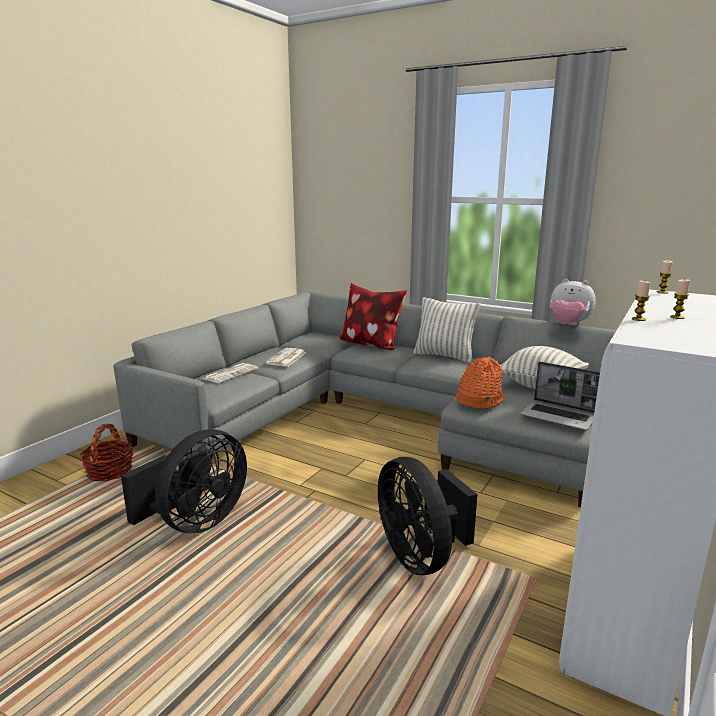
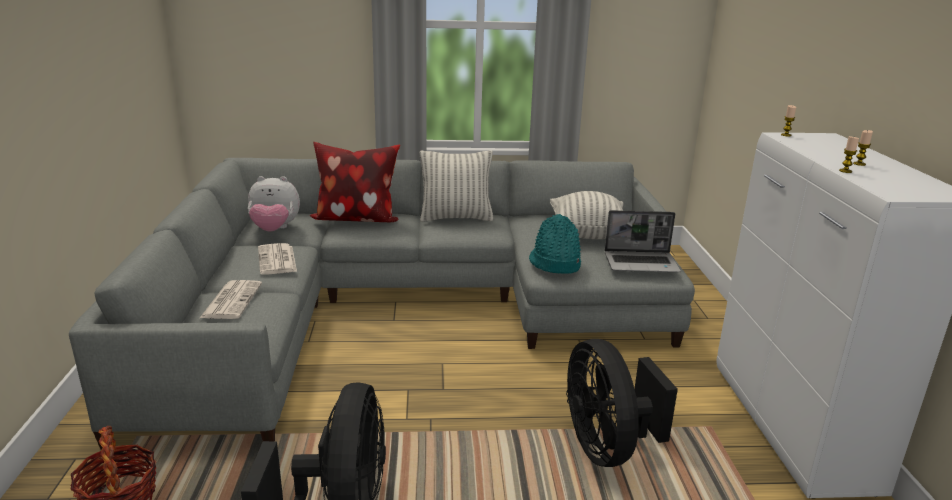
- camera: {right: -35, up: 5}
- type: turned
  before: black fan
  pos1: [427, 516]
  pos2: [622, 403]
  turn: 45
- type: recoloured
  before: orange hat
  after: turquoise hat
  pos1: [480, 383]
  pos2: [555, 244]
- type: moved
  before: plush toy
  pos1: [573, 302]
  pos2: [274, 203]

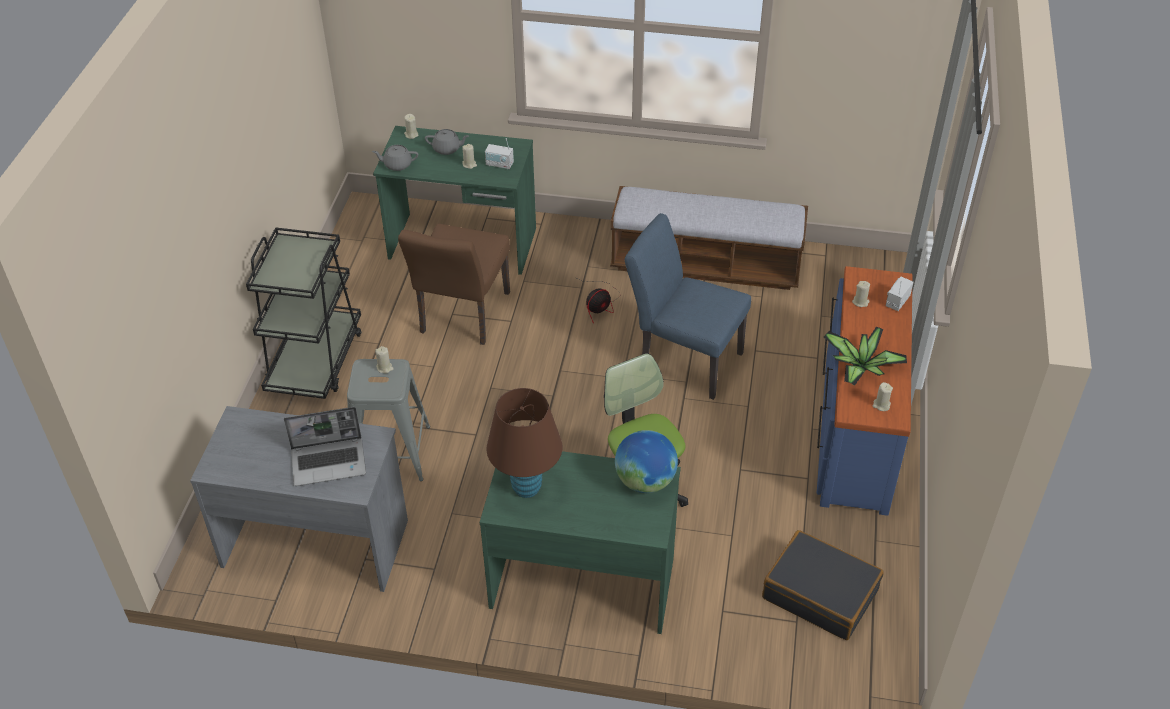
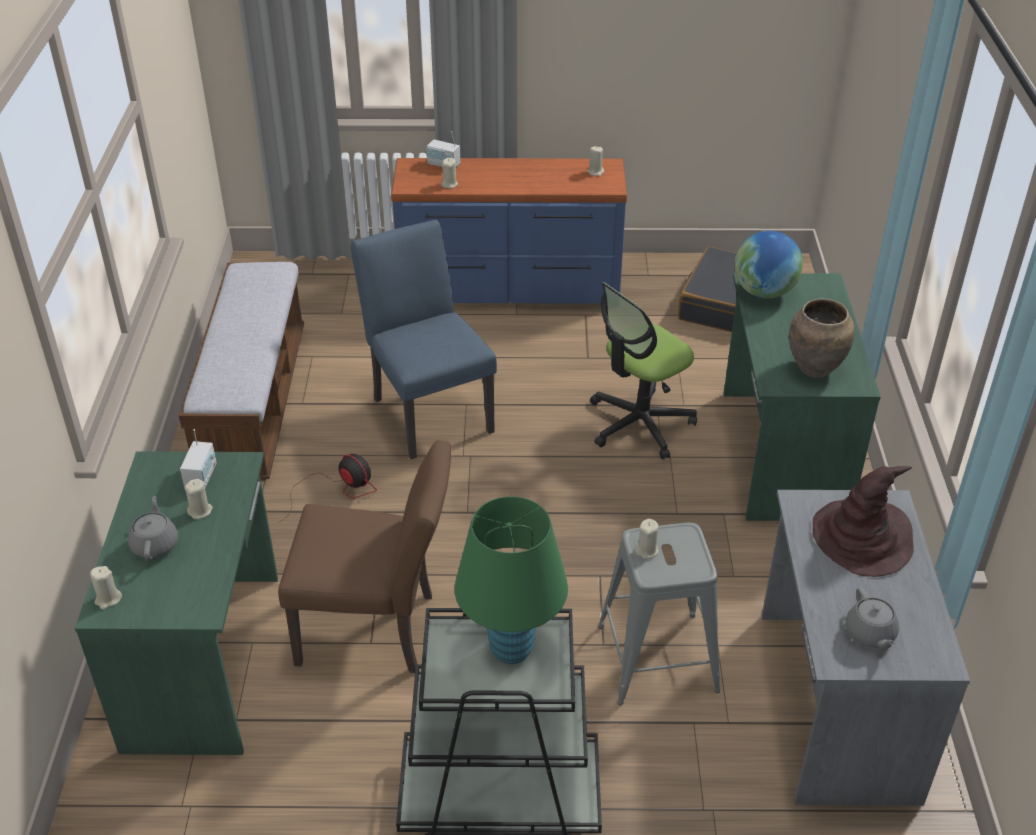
- camera: {right: -100, up: -5}
- type: replaced
  before: laptop
  after: brown hat
  pos1: [325, 446]
  pos2: [863, 521]
- type: moved
  before: grey teapot
  pos1: [395, 158]
  pos2: [872, 618]
- type: replaced
  before: brown table lamp
  after: brown vase
  pos1: [524, 443]
  pos2: [821, 338]
- type: turned
  before: blue chair
  pos1: [688, 306]
  pos2: [423, 339]
  turn: 135
- type: removed
  before: potted plant
  pos1: [865, 356]
- type: added
  after: green table lamp
  pos2: [511, 580]

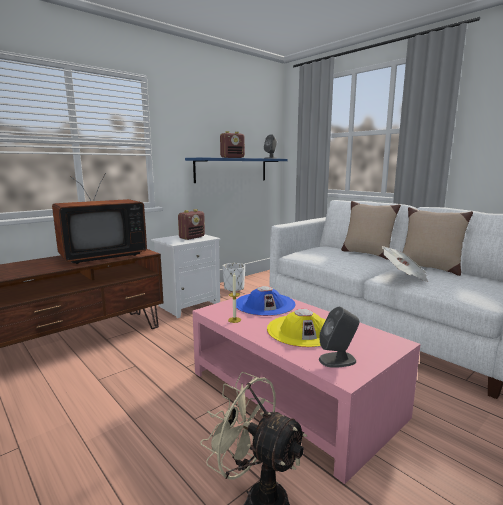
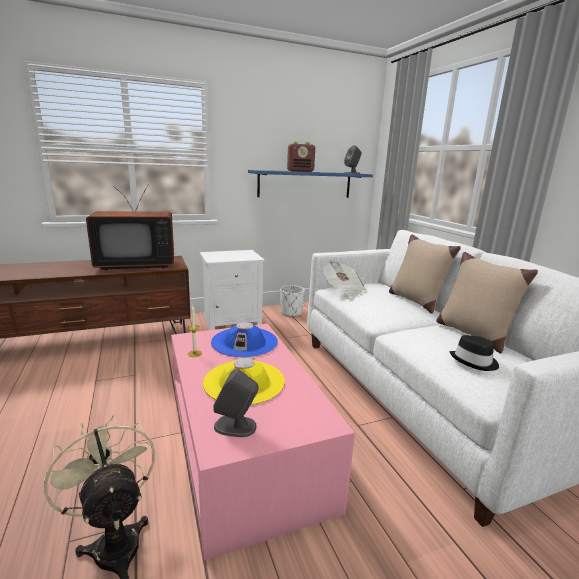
- camera: {right: 20, up: 5}
- type: removed
  before: radio
  pos1: [191, 224]
- type: moved
  before: newspaper
  pos1: [405, 264]
  pos2: [344, 279]
- type: added
  after: black hat
  pos2: [474, 353]

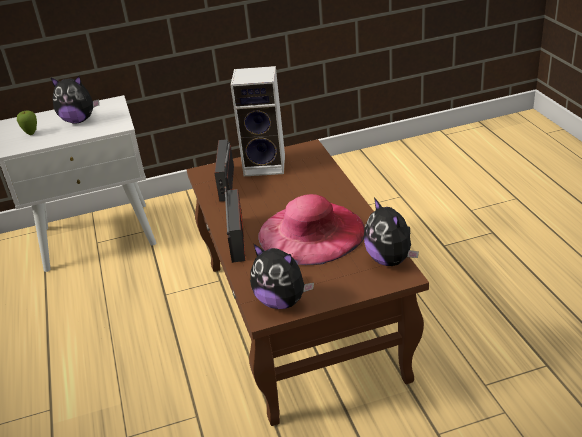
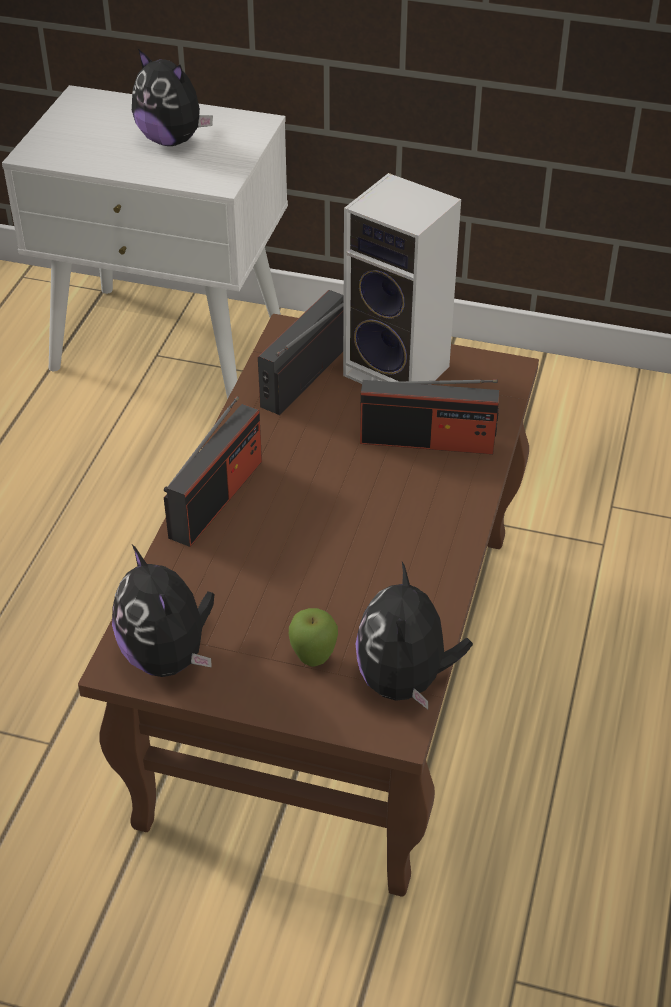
- camera: {right: 30, up: 10}
- type: moved
  before: apple
  pos1: [27, 122]
  pos2: [313, 637]
- type: removed
  before: pink hat
  pos1: [311, 229]
- type: added
  after: radio
  pos2: [429, 416]

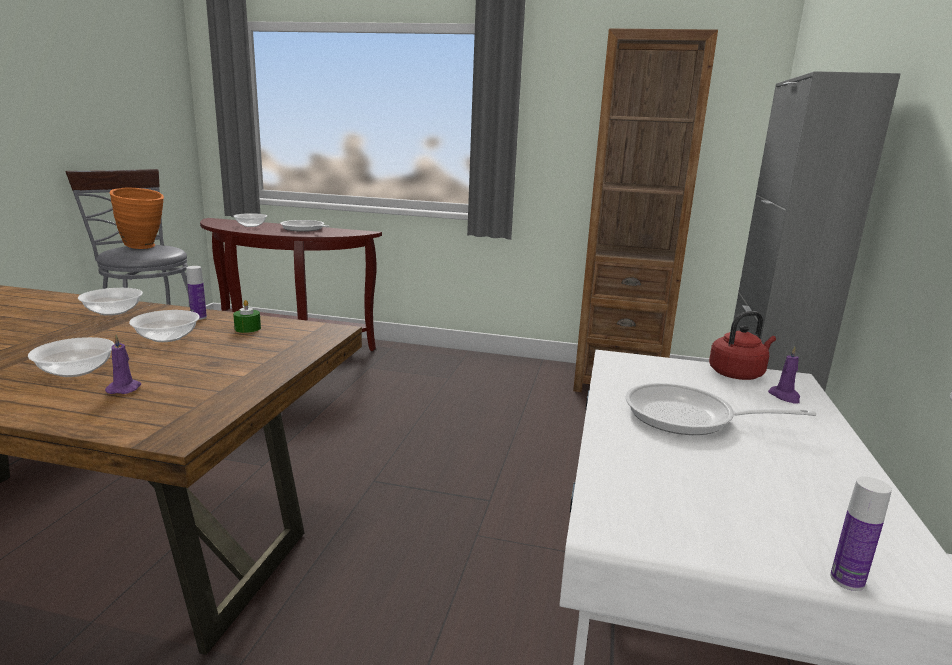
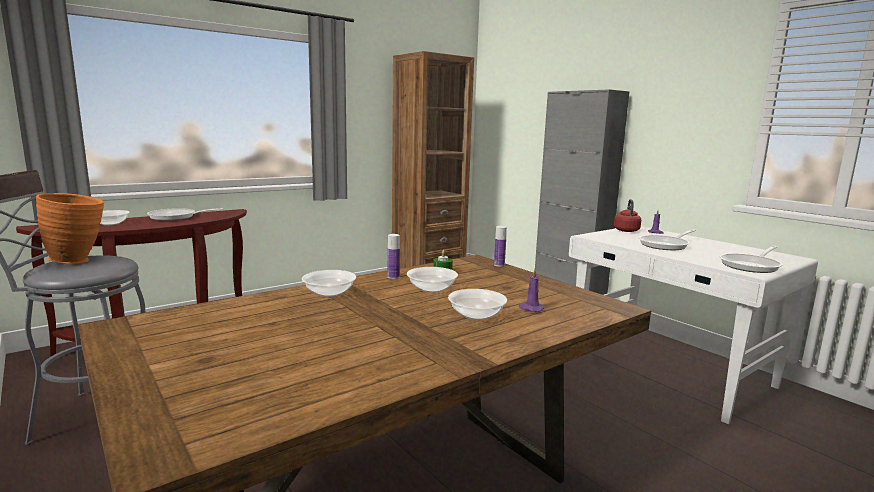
- camera: {right: -50, up: -5}
- type: moved
  before: bottle
  pos1: [861, 534]
  pos2: [500, 246]
- type: added
  after: frying pan
  pos2: [751, 259]

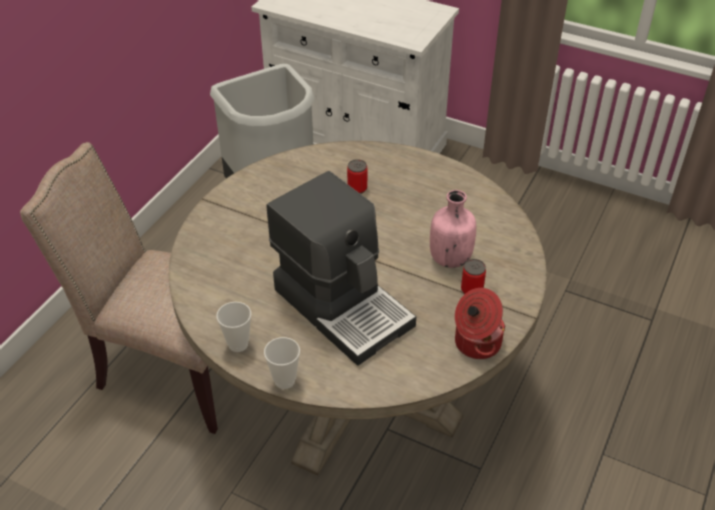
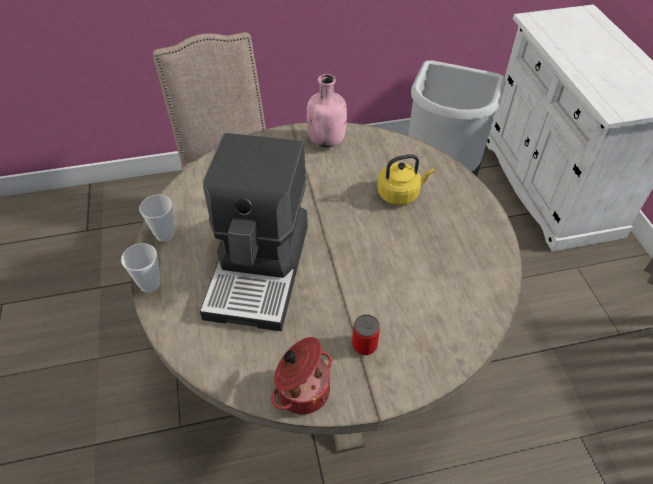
- camera: {right: 50, up: 5}
- type: replaced
  before: can
  after: yellow kettle
  pos1: [357, 176]
  pos2: [406, 179]
- type: moved
  before: pink bottle
  pos1: [453, 229]
  pos2: [327, 111]

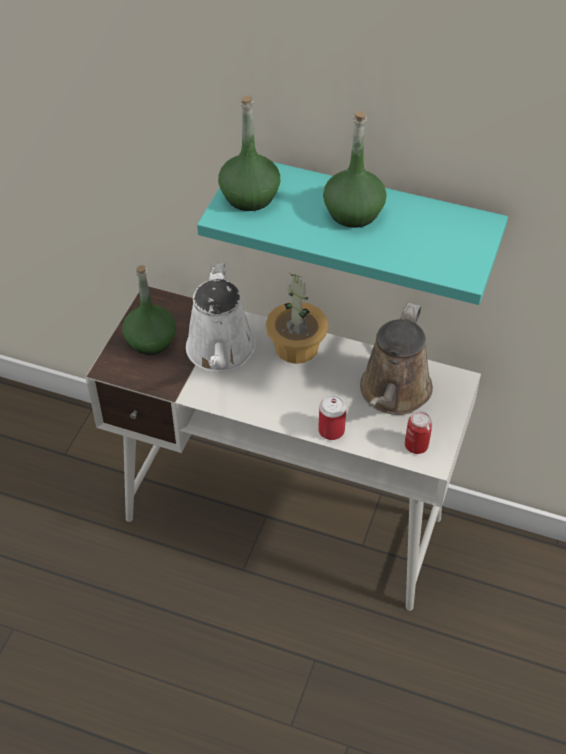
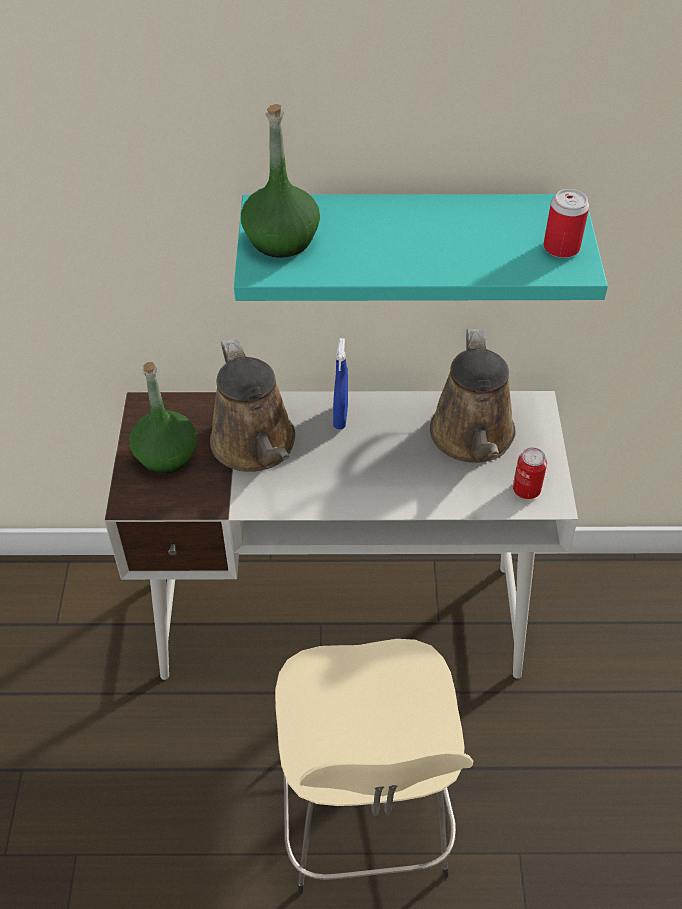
- camera: {right: -20, up: 0}
- type: recoloured
  before: white watering can
  after: brown watering can
  pos1: [221, 317]
  pos2: [252, 405]
- type: replaced
  before: potted plant
  after: blue spray bottle
  pos1: [297, 318]
  pos2: [340, 383]
- type: moved
  before: can
  pos1: [332, 417]
  pos2: [566, 223]
- type: removed
  before: green bottle
  pos1: [355, 169]
- type: added
  after: beige stool
  pos2: [374, 767]

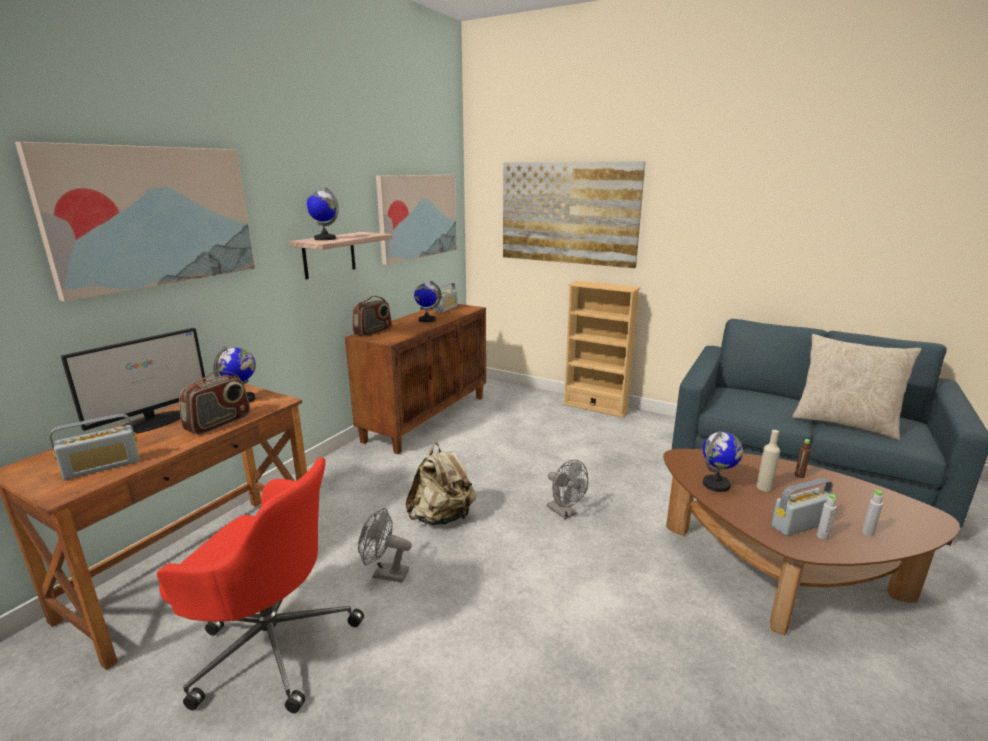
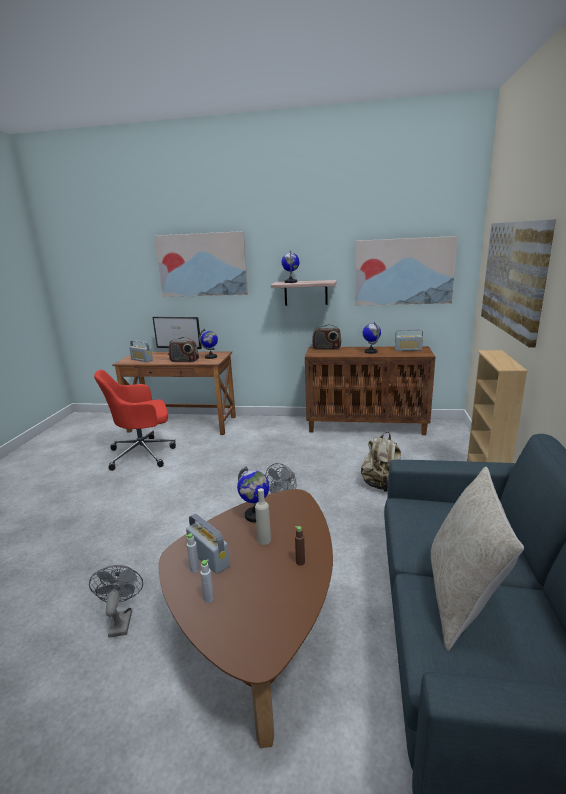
- camera: {right: 70, up: 0}
- type: turned
  before: red office chair
  pos1: [260, 585]
  pos2: [135, 420]
  turn: 75
- type: moved
  before: grey fan
  pos1: [385, 545]
  pos2: [116, 601]
- type: moved
  before: beige backpack
  pos1: [440, 484]
  pos2: [381, 462]

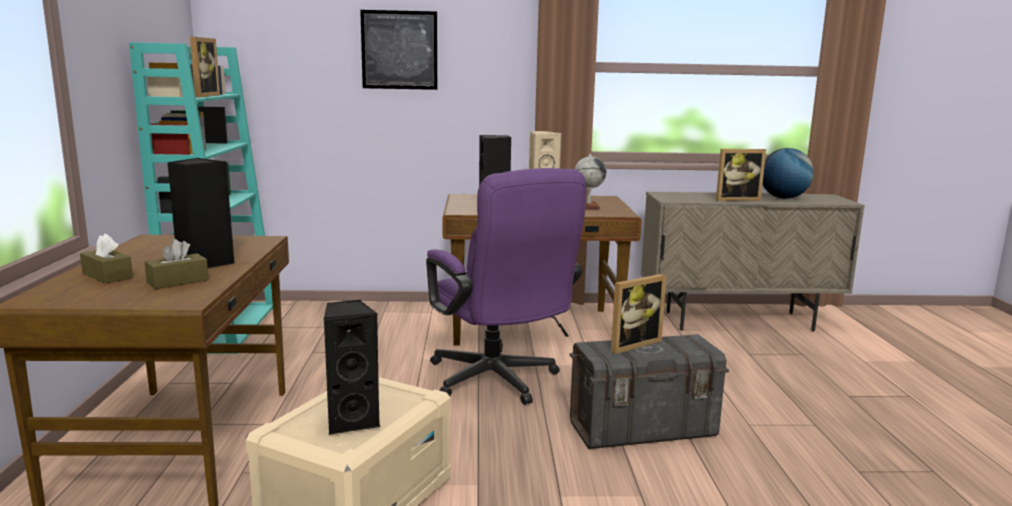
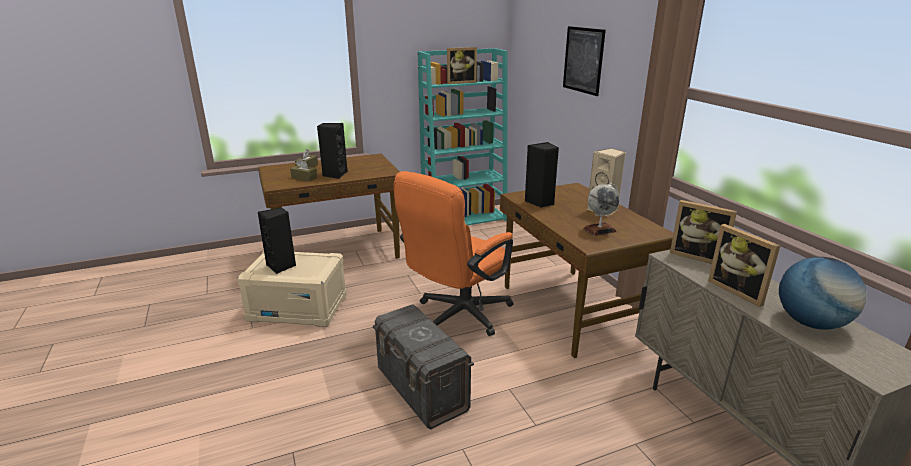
- camera: {right: 70, up: 10}
- type: recoloured
  before: purple office chair
  after: orange office chair
  pos1: [506, 286]
  pos2: [454, 253]
- type: moved
  before: picture frame
  pos1: [639, 314]
  pos2: [703, 232]

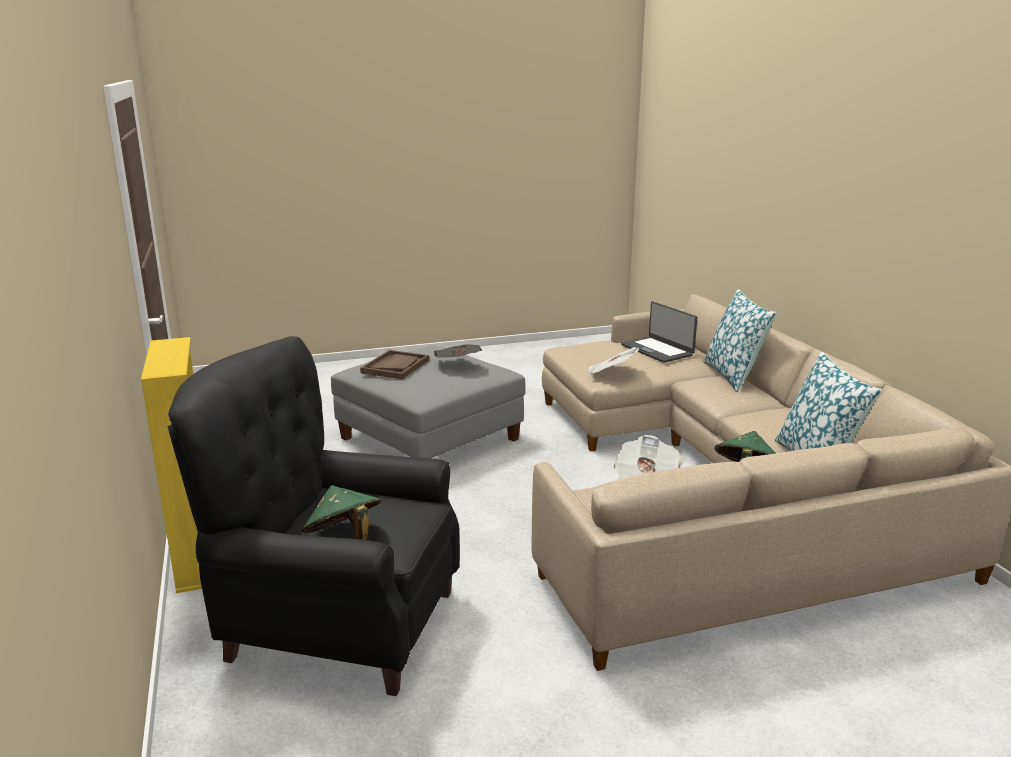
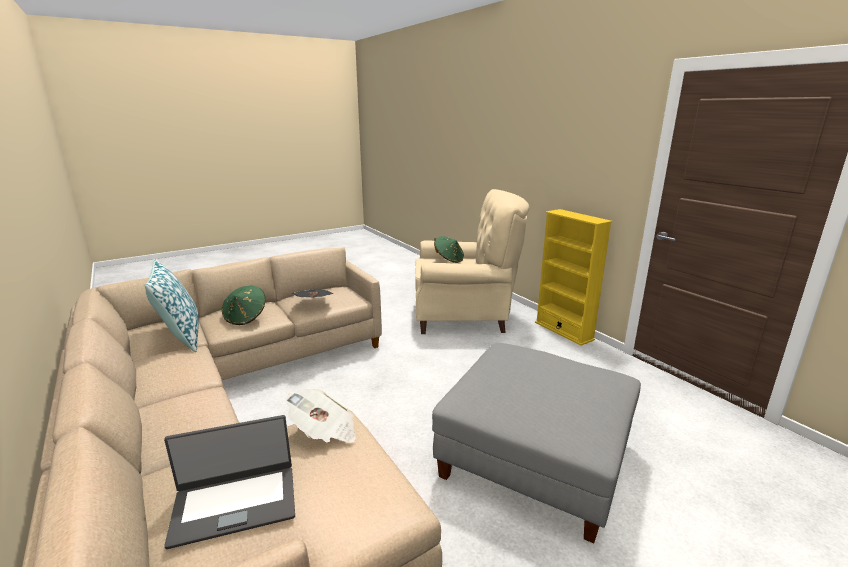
- camera: {right: 165, up: 0}
- type: recoloured
  before: black armchair
  after: beige armchair
  pos1: [314, 516]
  pos2: [472, 261]
- type: removed
  before: brown tray
  pos1: [394, 364]
- type: removed
  before: newspaper
  pos1: [457, 351]
- type: turned
  before: laptop
  pos1: [659, 332]
  pos2: [229, 482]
  turn: 120
- type: removed
  before: pillow
  pos1: [740, 340]

